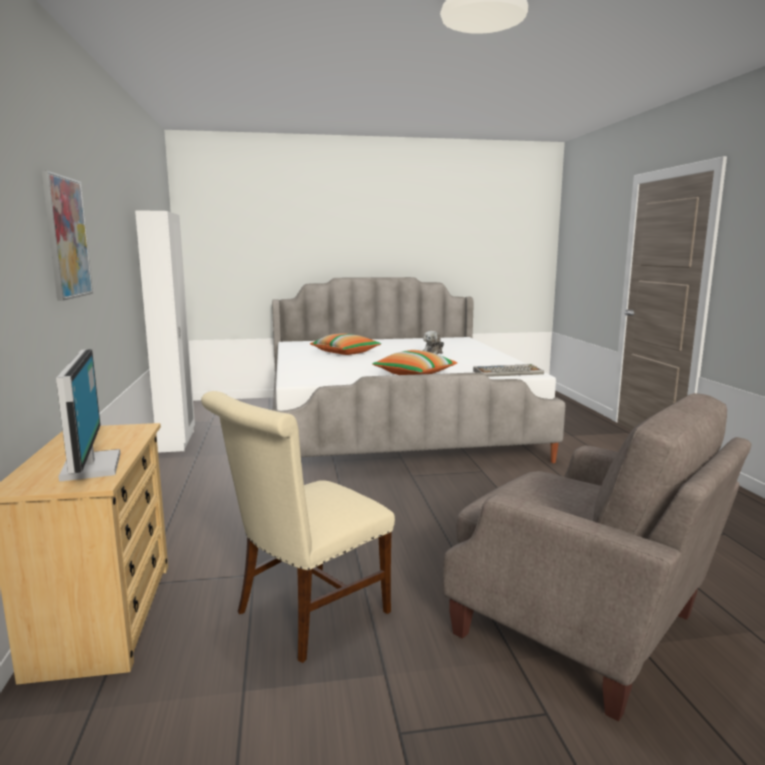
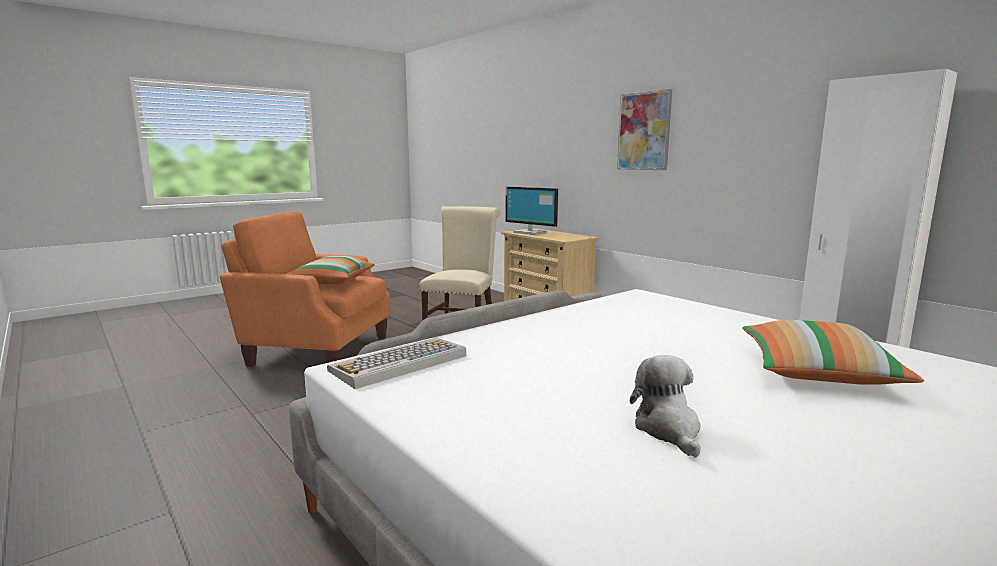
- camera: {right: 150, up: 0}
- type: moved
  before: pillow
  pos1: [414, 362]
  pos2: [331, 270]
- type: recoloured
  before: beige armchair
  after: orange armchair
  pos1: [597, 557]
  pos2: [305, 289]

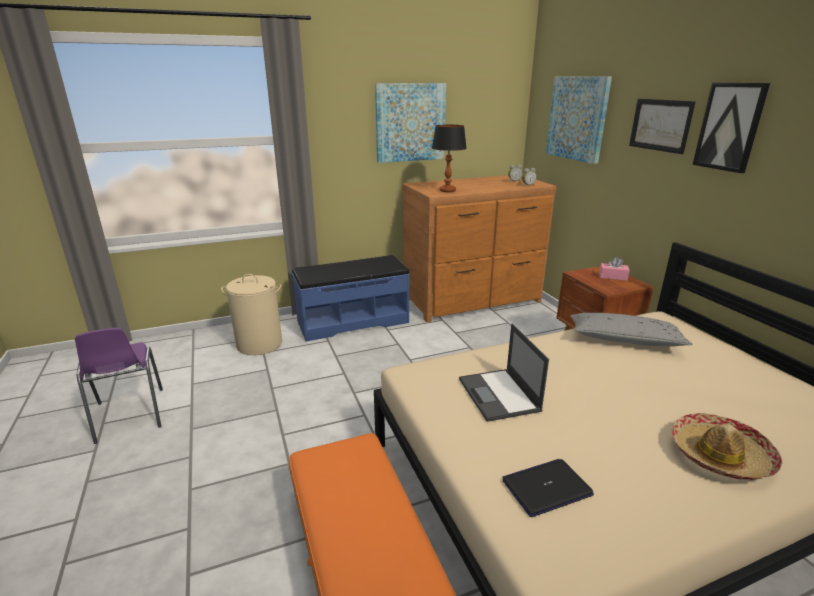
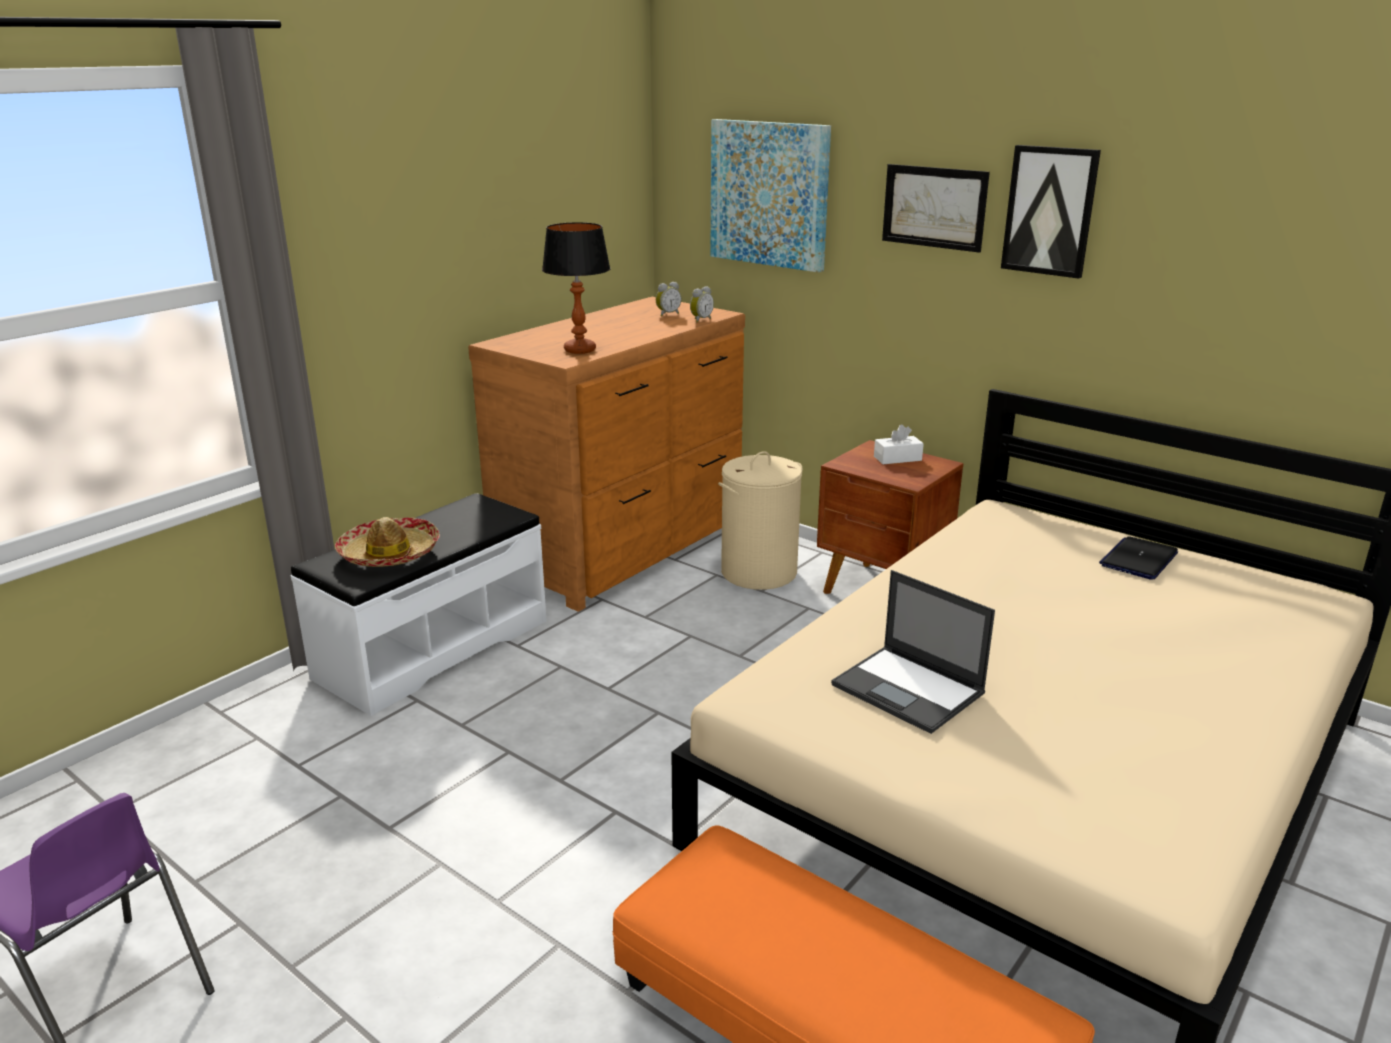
- camera: {right: -30, up: 0}
- type: moved
  before: beige laundry basket
  pos1: [251, 314]
  pos2: [760, 520]
- type: recoloured
  before: blue bench
  after: white bench
  pos1: [351, 298]
  pos2: [418, 604]
- type: removed
  before: picture
  pos1: [410, 123]
- type: moved
  before: laptop
  pos1: [548, 488]
  pos2: [1138, 558]
- type: removed
  before: grey pillow
  pos1: [631, 329]
- type: recoloured
  before: pink tissue box
  after: white tissue box
  pos1: [614, 269]
  pos2: [899, 444]
- type: moved
  before: hat
  pos1: [727, 446]
  pos2: [387, 542]

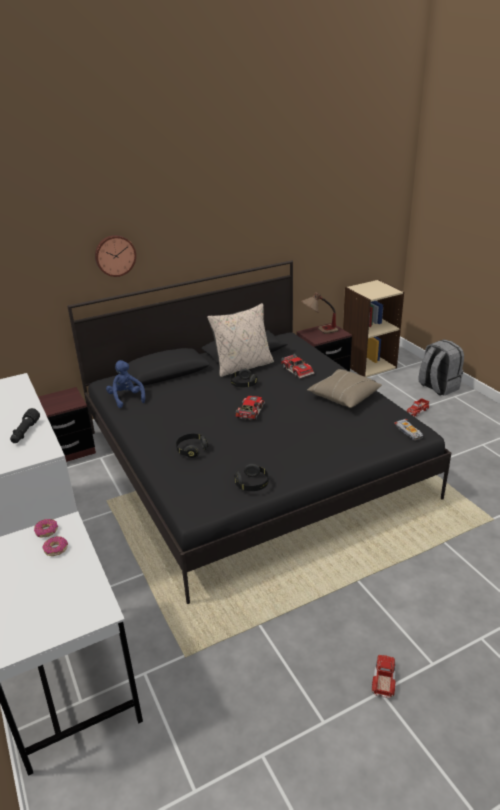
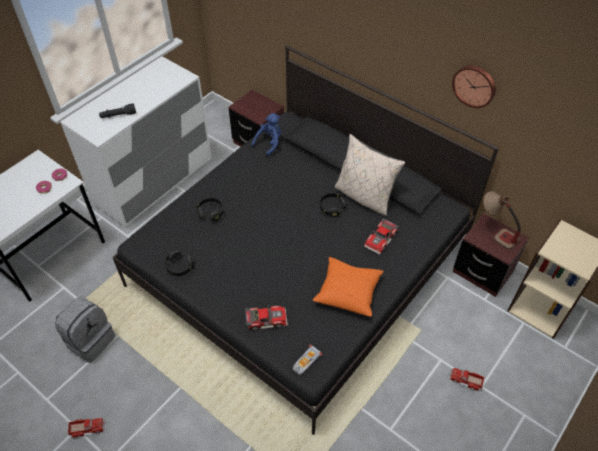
- camera: {right: 65, up: 20}
- type: moved
  before: wall clock
  pos1: [115, 256]
  pos2: [474, 86]
- type: moved
  before: toy car
  pos1: [250, 408]
  pos2: [266, 318]
- type: recoloured
  before: beige pillow
  after: orange pillow
  pos1: [344, 388]
  pos2: [348, 287]
- type: moved
  before: grey backpack
  pos1: [441, 367]
  pos2: [85, 329]

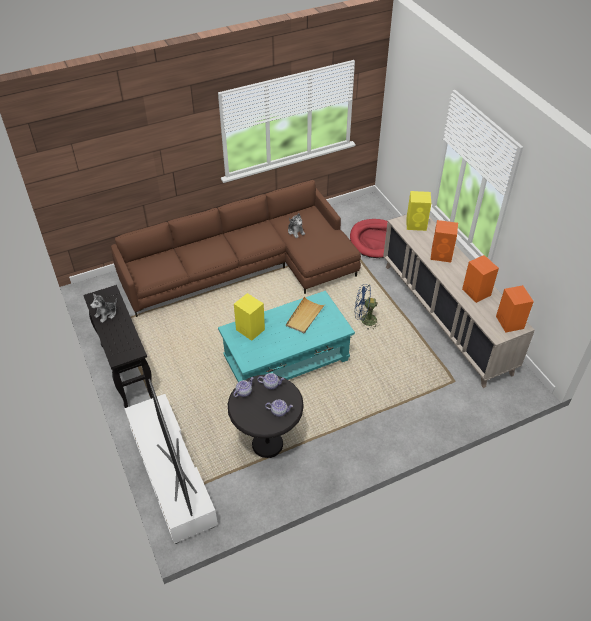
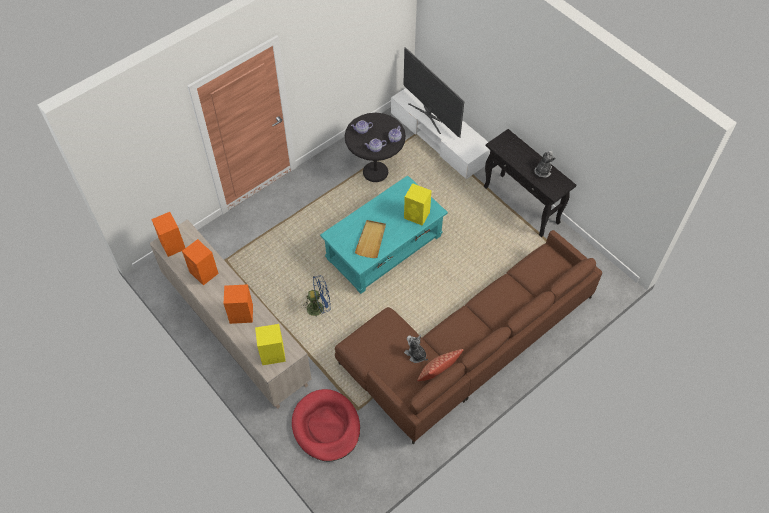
- camera: {right: 165, up: 10}
- type: added
  after: pillow
  pos2: [440, 365]

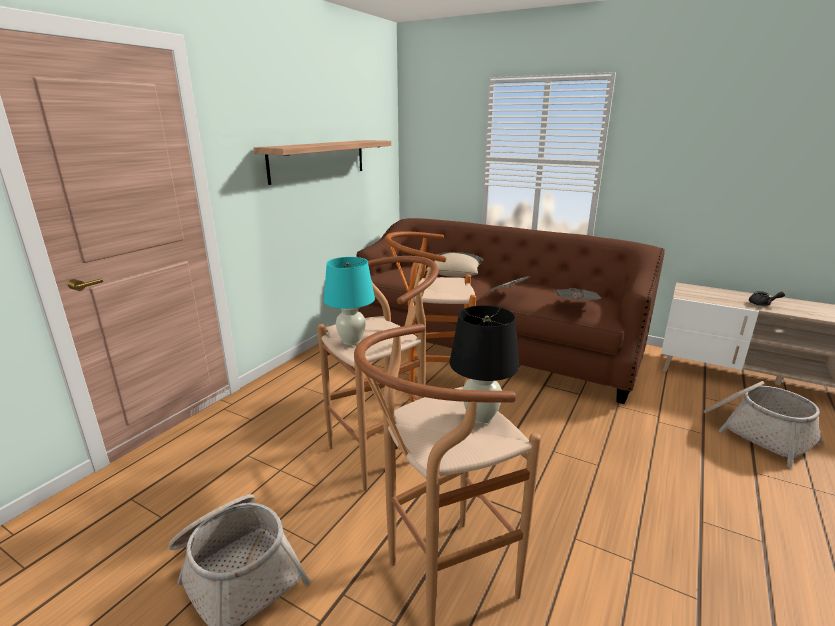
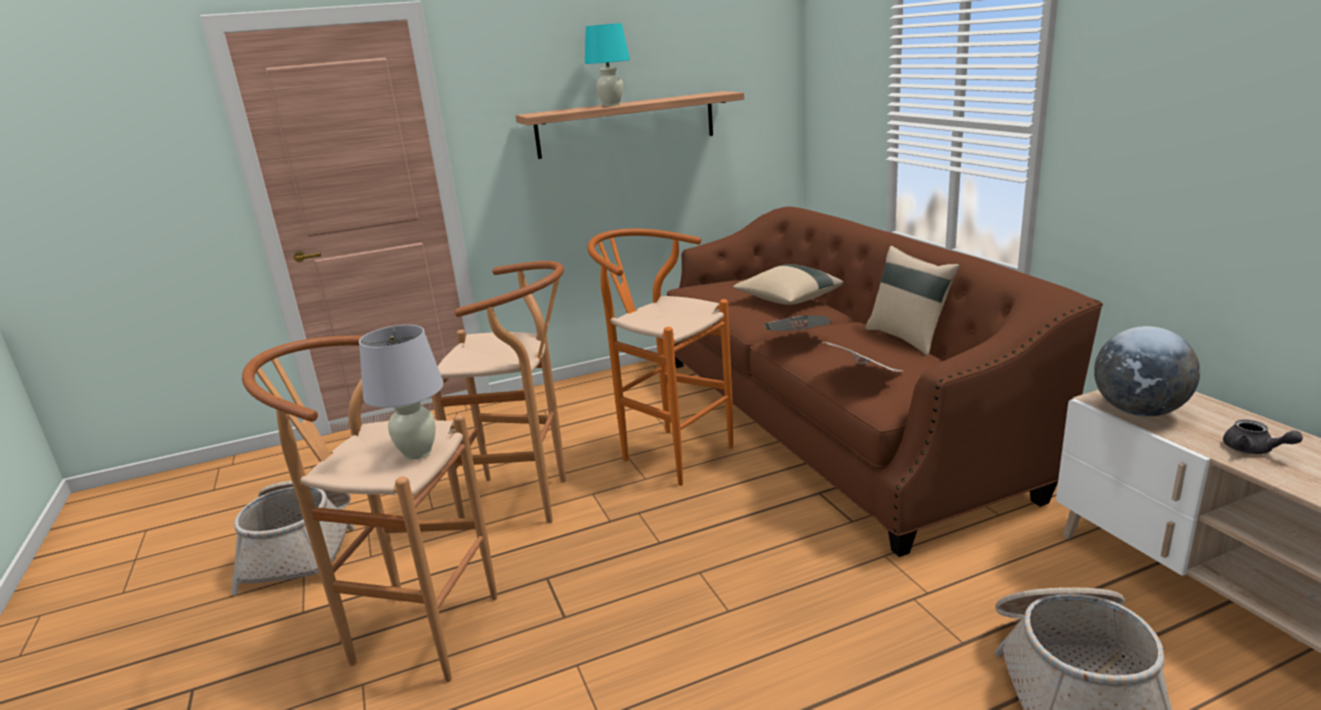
- camera: {right: 40, up: 0}
- type: moved
  before: turquoise table lamp
  pos1: [349, 301]
  pos2: [607, 64]
- type: recoloured
  before: black table lamp
  after: white table lamp
  pos1: [484, 364]
  pos2: [401, 392]
- type: added
  after: beige pillow
  pos2: [912, 301]
- type: added
  after: globe
  pos2: [1147, 371]

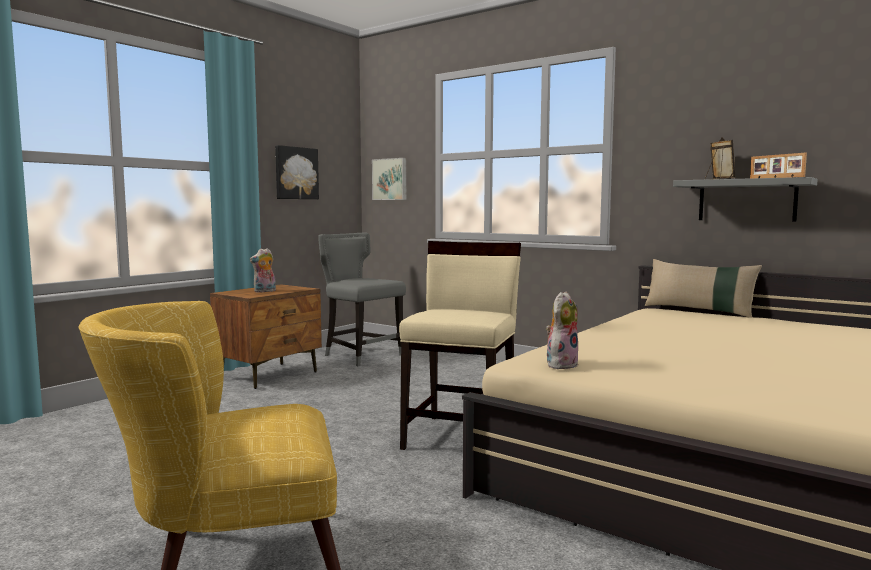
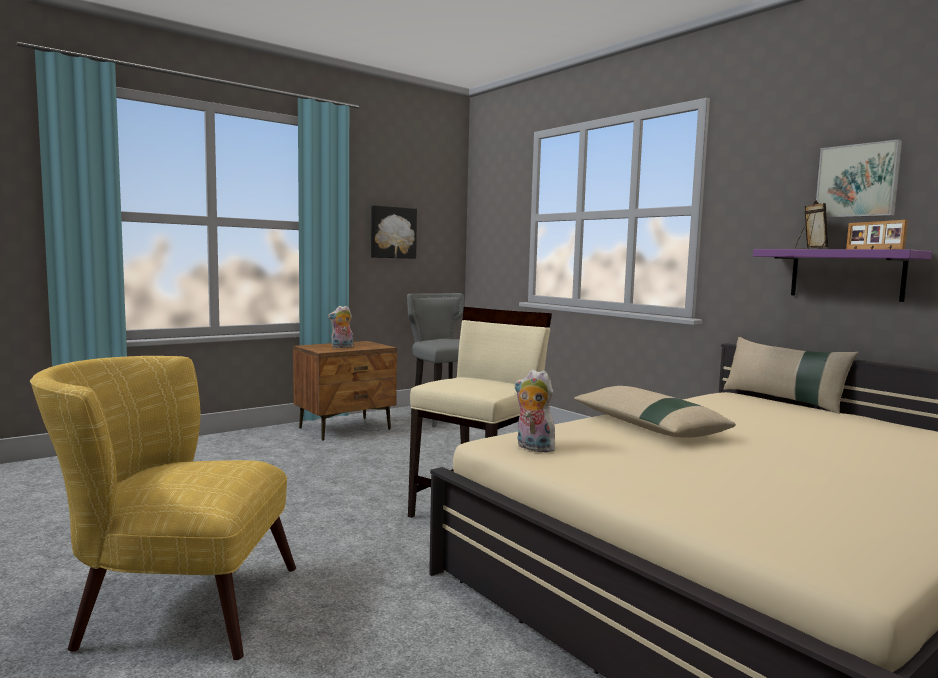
- camera: {right: 15, up: 0}
- type: moved
  before: picture
  pos1: [389, 179]
  pos2: [859, 178]
- type: turned
  before: plush toy
  pos1: [562, 330]
  pos2: [535, 410]
  turn: -105
- type: recoloured
  before: grey shelf
  after: purple shelf
  pos1: [745, 199]
  pos2: [842, 275]
- type: added
  after: beige pillow
  pos2: [655, 412]

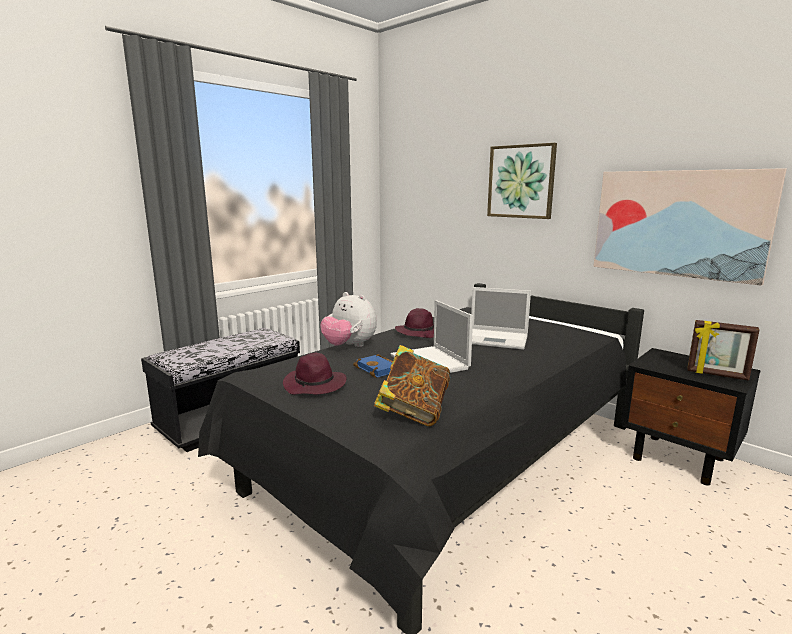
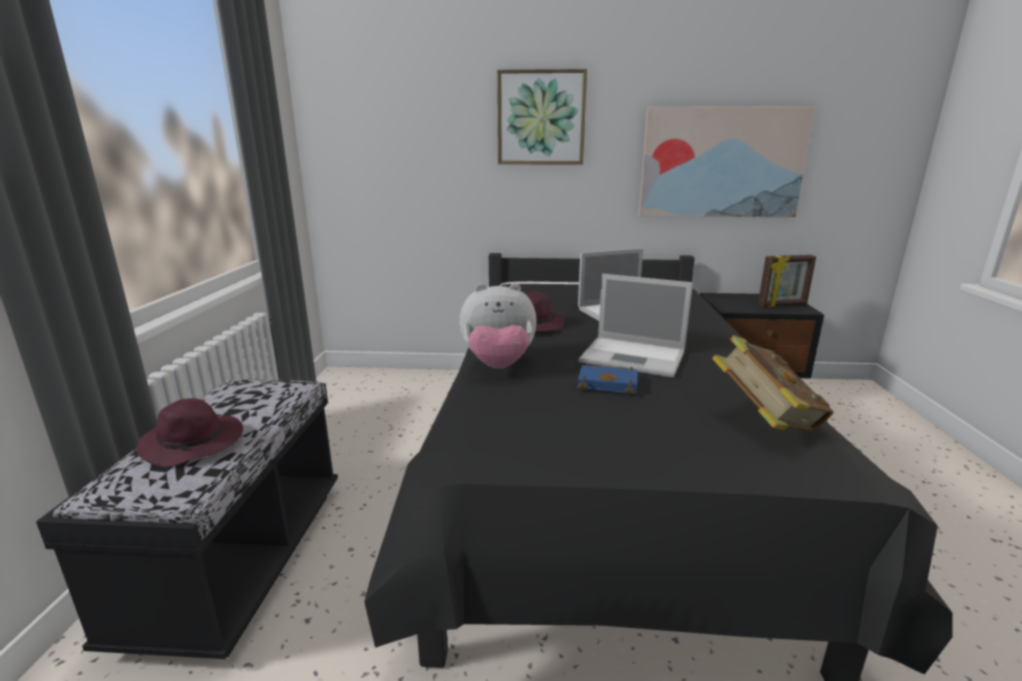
- camera: {right: -40, up: 5}
- type: moved
  before: purple hat
  pos1: [315, 374]
  pos2: [189, 432]

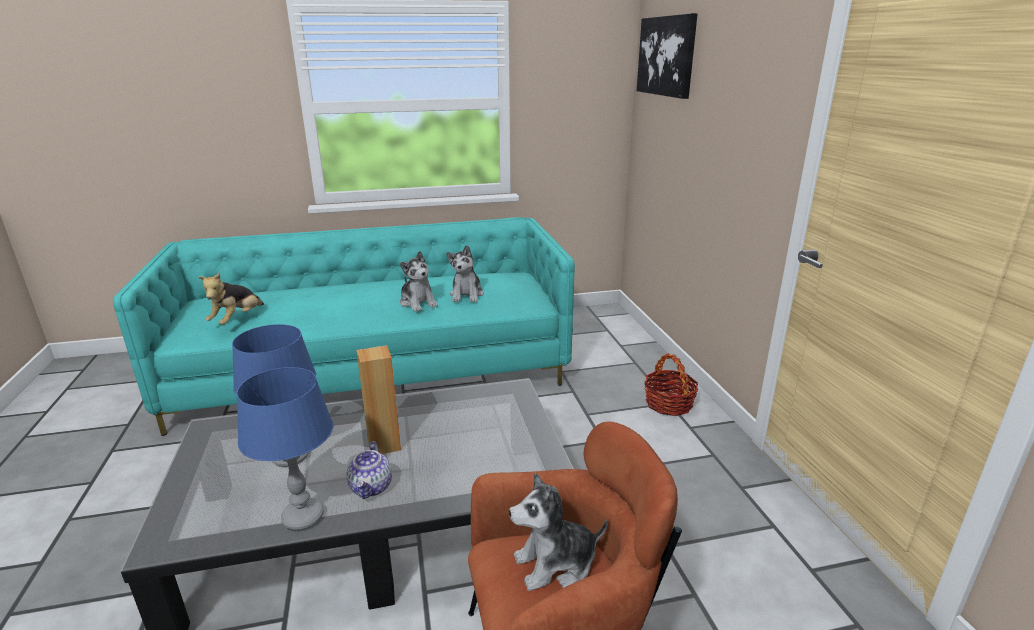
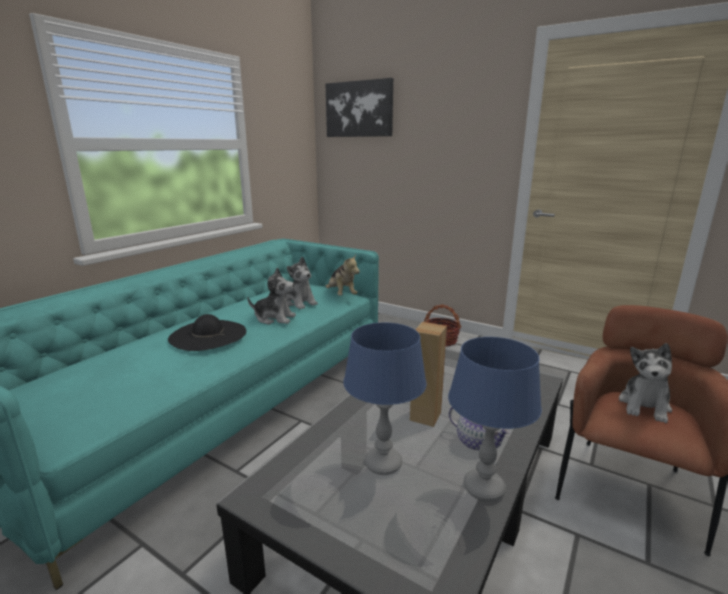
- camera: {right: -45, up: -5}
- type: moved
  before: plush toy
  pos1: [231, 299]
  pos2: [343, 275]
- type: added
  after: black hat
  pos2: [207, 332]

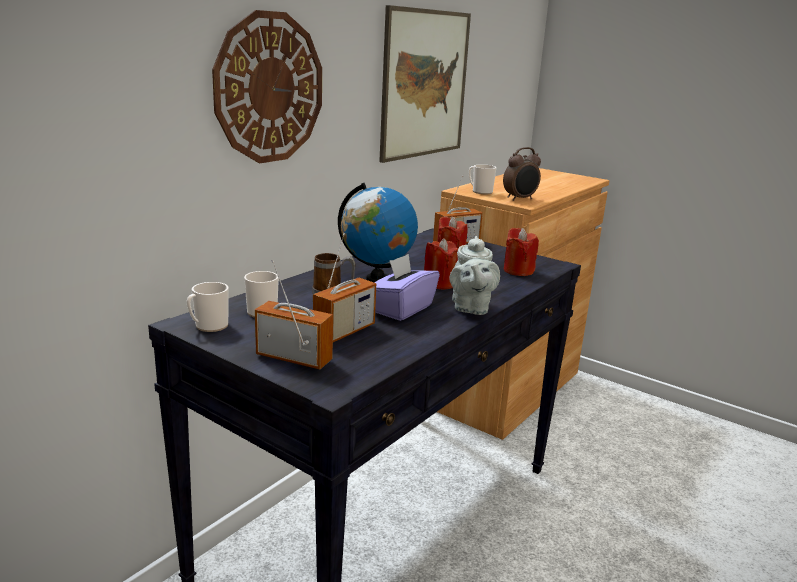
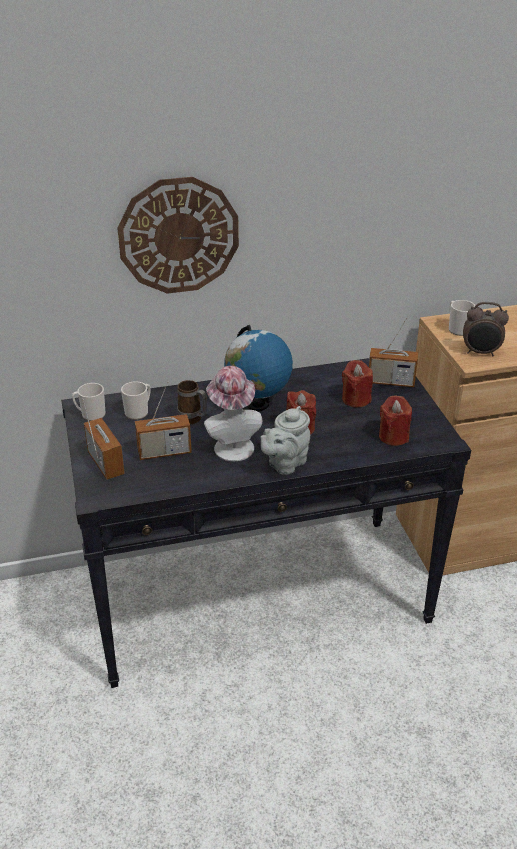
- camera: {right: 40, up: 15}
- type: replaced
  before: purple tissue box
  after: hat
  pos1: [407, 287]
  pos2: [233, 413]
- type: removed
  before: picture
  pos1: [425, 84]

